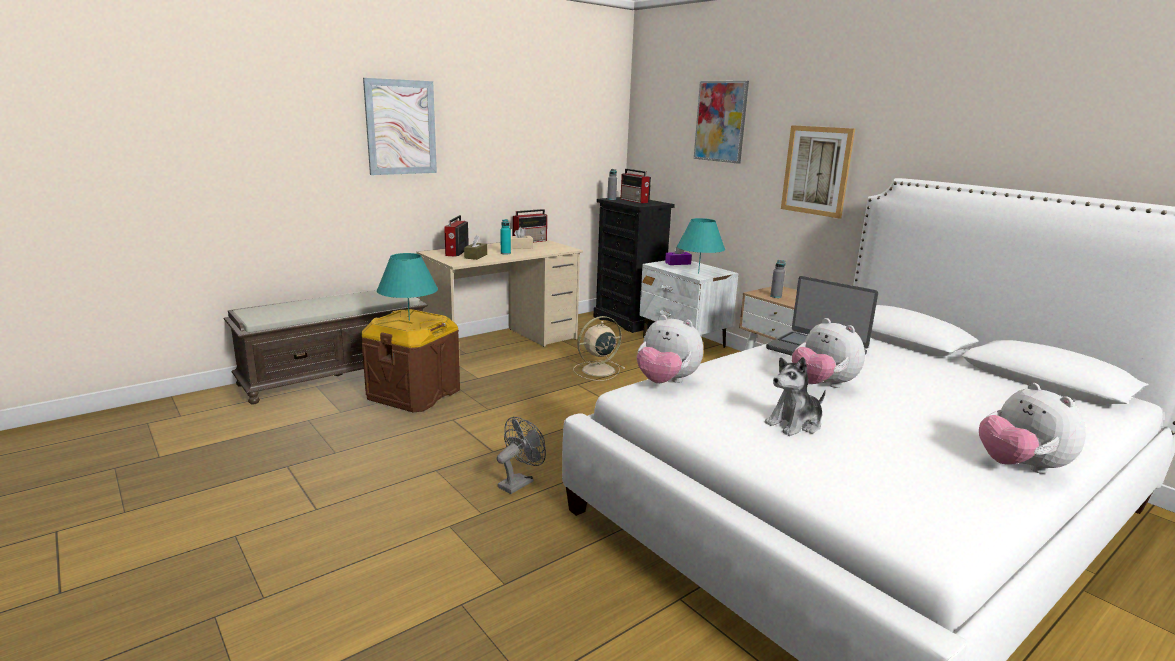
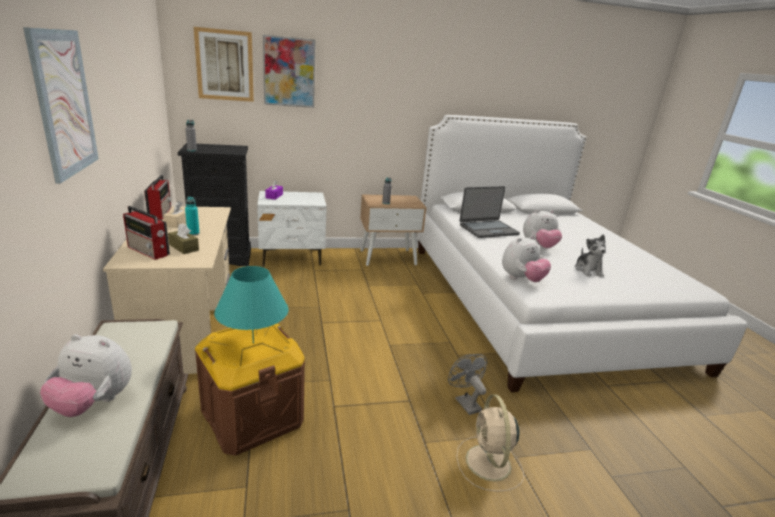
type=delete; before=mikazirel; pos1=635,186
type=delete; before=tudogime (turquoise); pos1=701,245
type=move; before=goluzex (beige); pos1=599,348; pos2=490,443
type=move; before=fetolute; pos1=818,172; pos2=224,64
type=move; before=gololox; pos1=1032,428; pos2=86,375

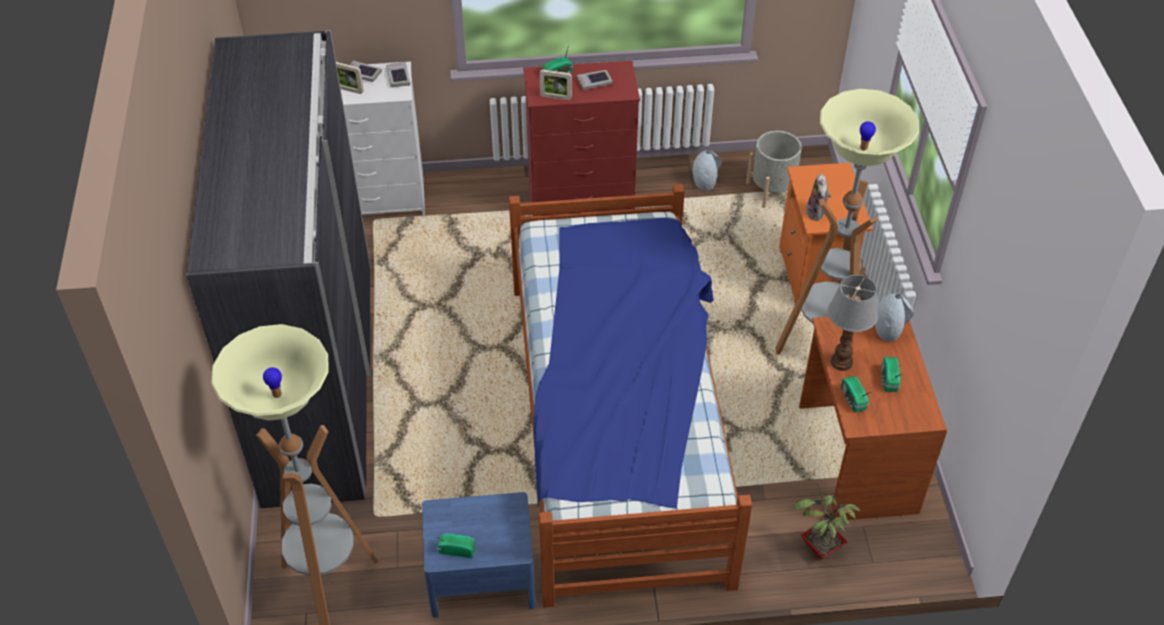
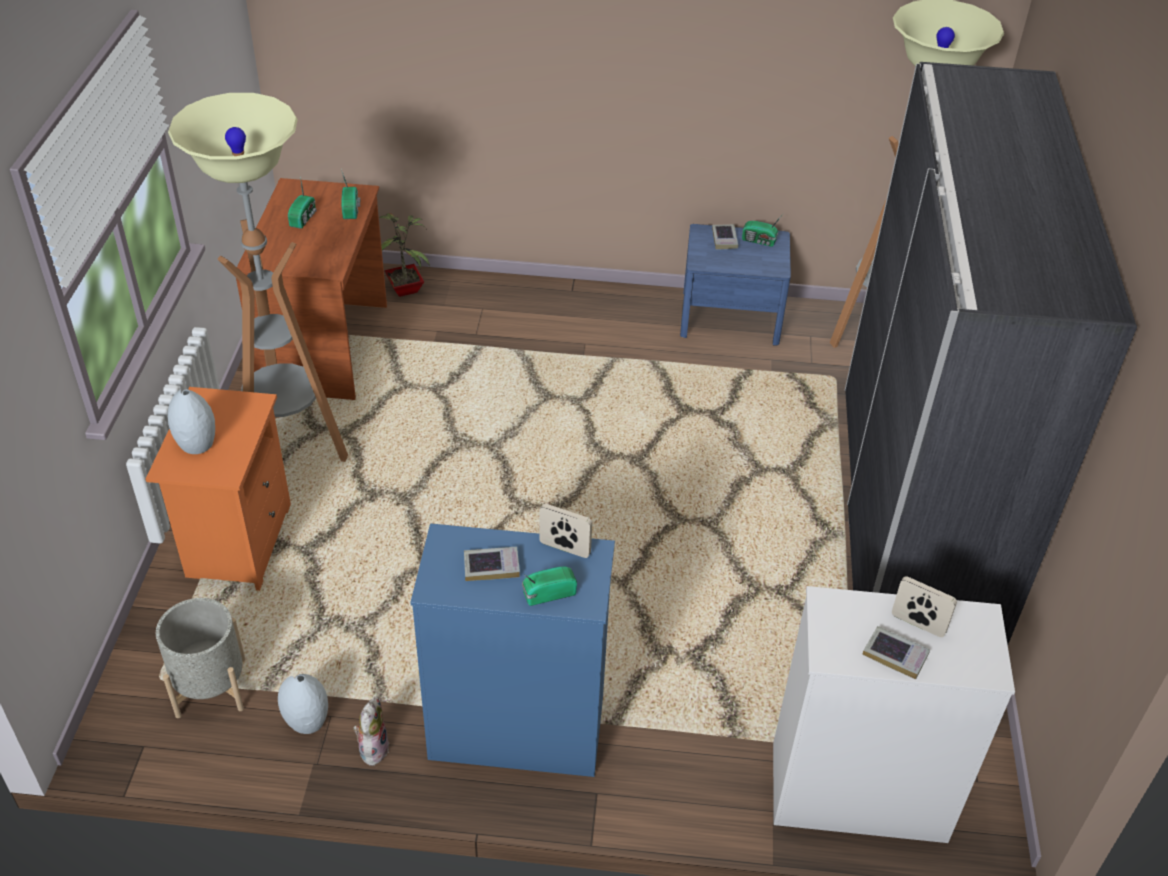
type=delete; before=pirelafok; pos1=630,395
type=delete; before=tudogime; pos1=853,323
type=move; before=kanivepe; pos1=398,74; pos2=725,236
type=move; before=gololox; pos1=819,197; pos2=371,731
type=move; before=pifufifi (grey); pos1=894,317; pos2=191,421
type=recolor; before=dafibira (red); after=dafibira (blue); pos1=581,138; pos2=512,650

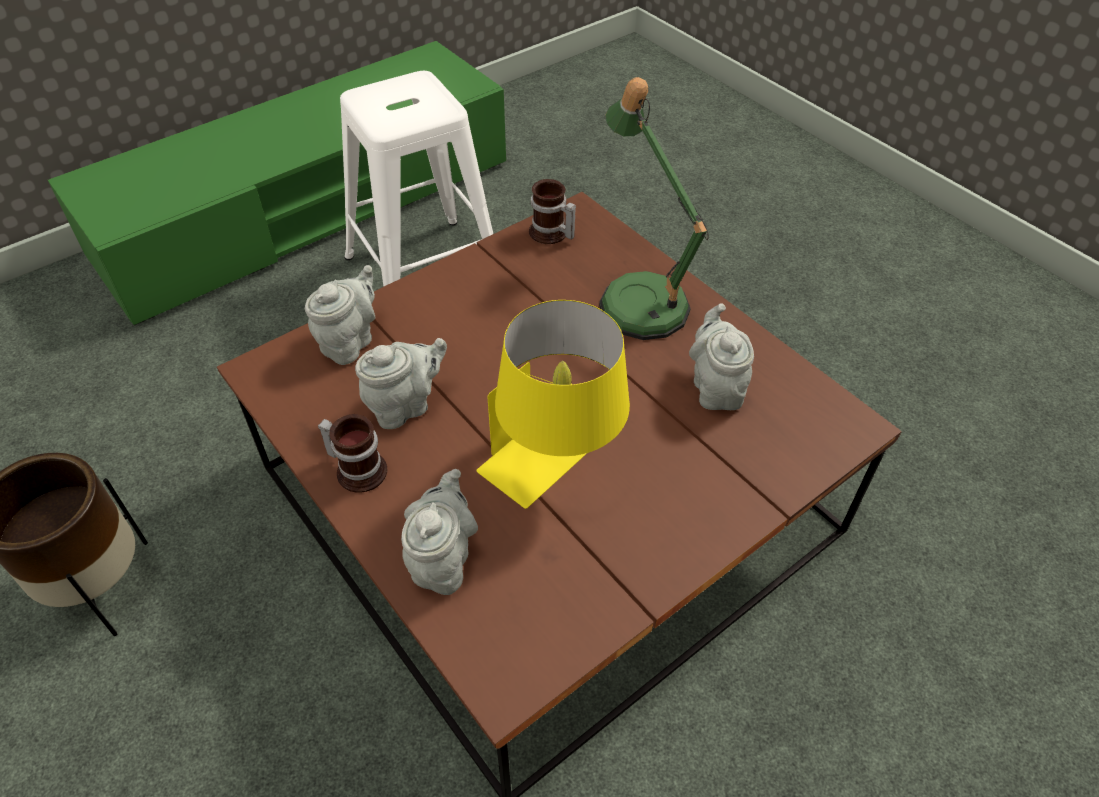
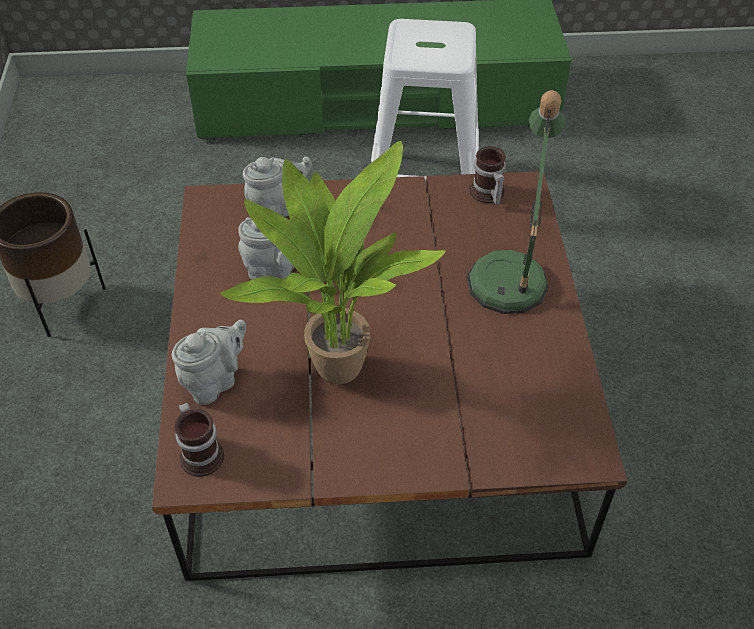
type=delete; before=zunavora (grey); pos1=721,356
type=move; before=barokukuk; pos1=352,453; pos2=199,440
type=replace; before=tudogime (yellow); after=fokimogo; pos1=553,404; pos2=332,263

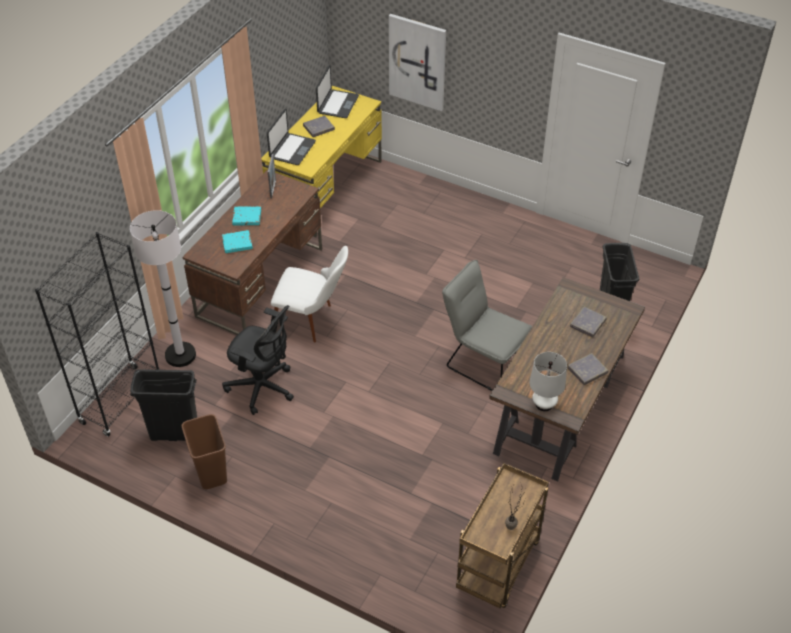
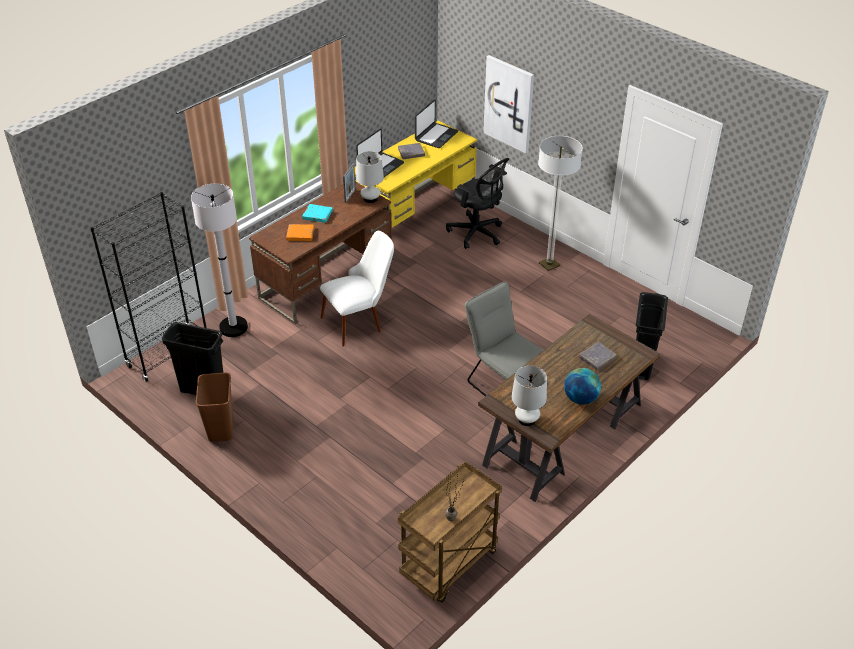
type=insert; after=tudogime (white); pos2=370,177
type=insert; after=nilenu; pos2=560,203
type=move; before=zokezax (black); pos1=258,360; pos2=478,203
type=replace; before=kanivepe (grey); after=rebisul; pos1=588,369; pos2=582,386
type=recolor; before=kanivepe (turquoise); after=kanivepe (orange); pos1=237,241; pos2=300,232
type=rotate; before=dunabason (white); pos1=309,294; pos2=357,288; turn=-60

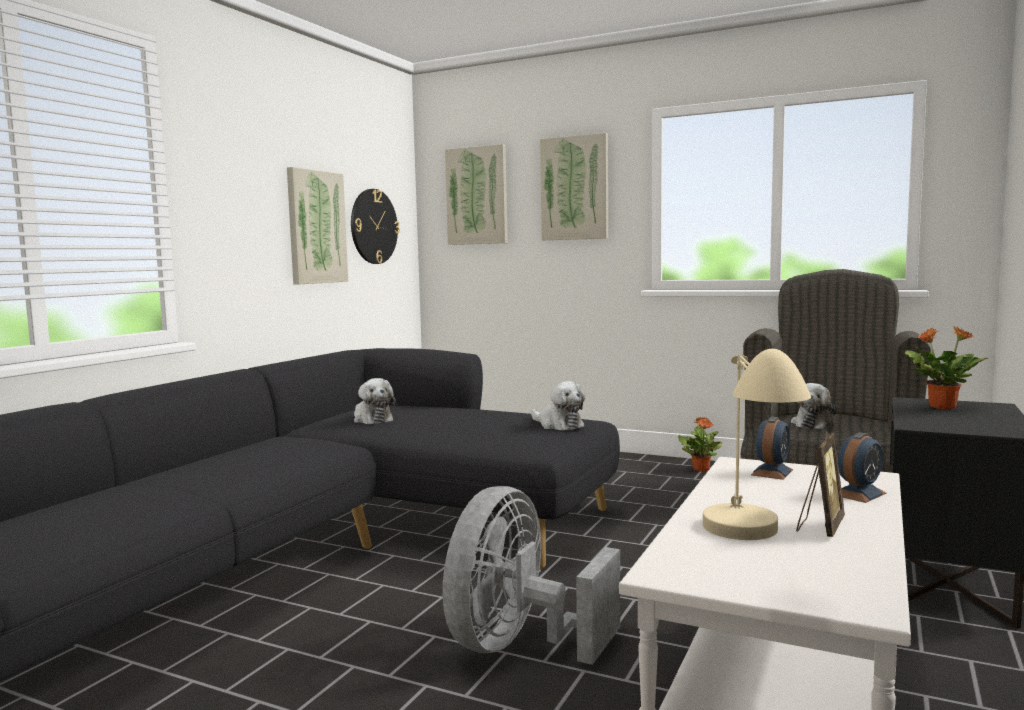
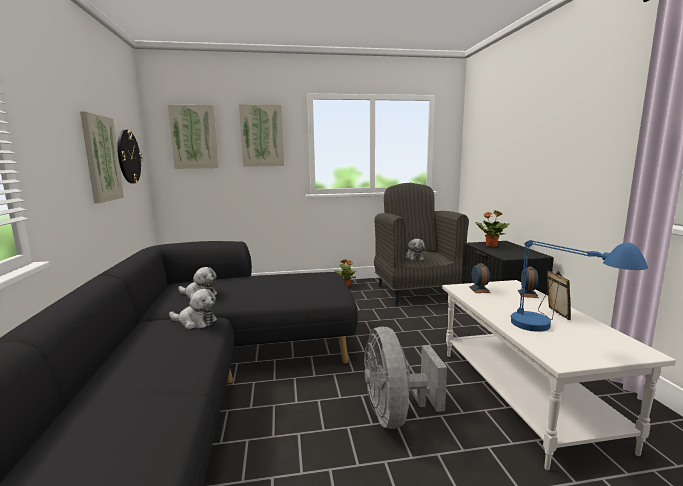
type=move; before=gololox; pos1=558,405; pos2=193,309
type=recolor; before=tudogime (beige); after=tudogime (blue); pos1=757,444; pos2=579,286

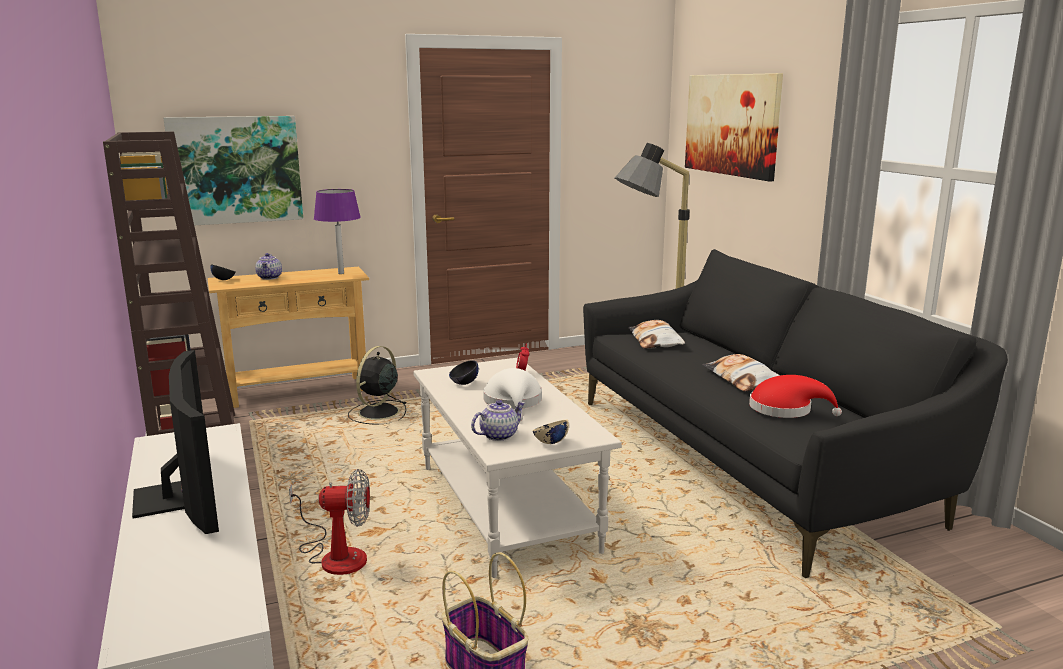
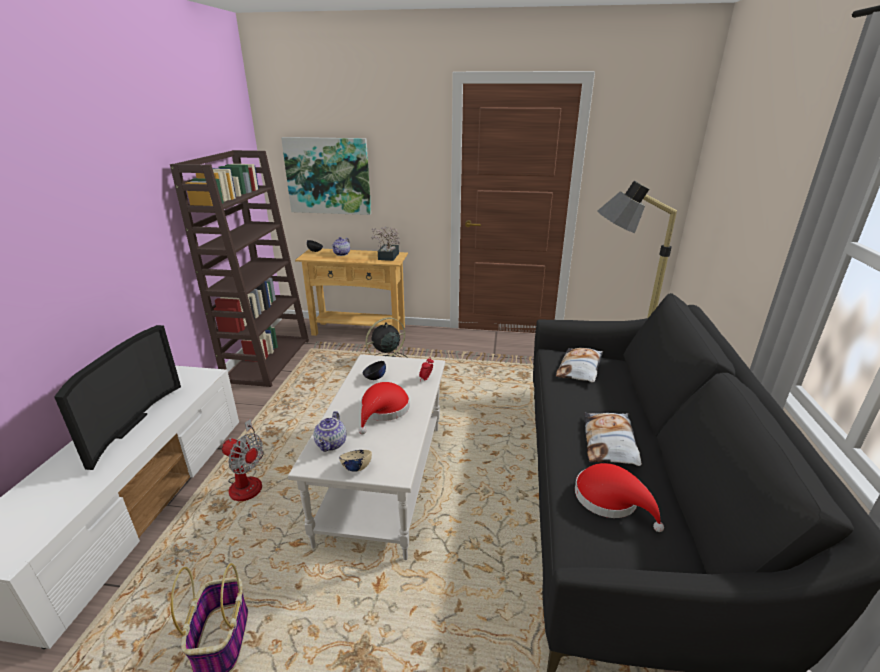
type=delete; before=fetolute; pos1=734,127
type=replace; before=tudogime (purple); after=fokimogo; pos1=337,231; pos2=385,244
type=recolor; before=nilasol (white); after=nilasol (red); pos1=512,394; pos2=384,408
type=rotate; before=zunavora; pos1=498,420; pos2=330,431; turn=105

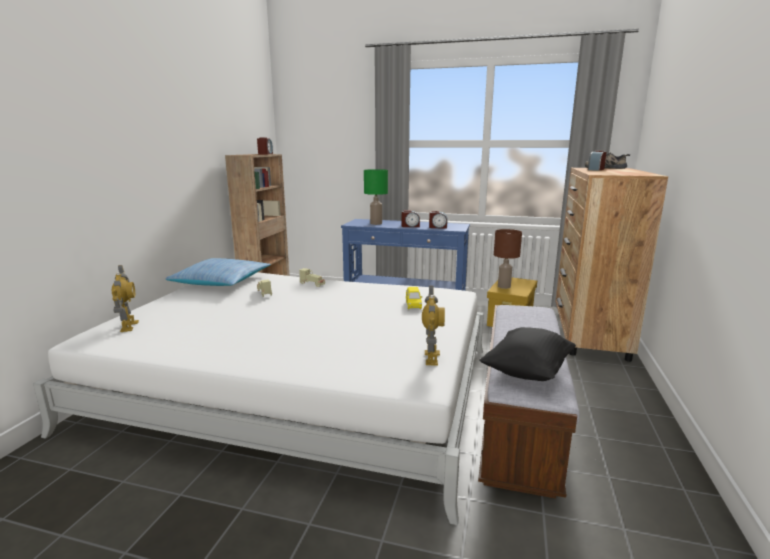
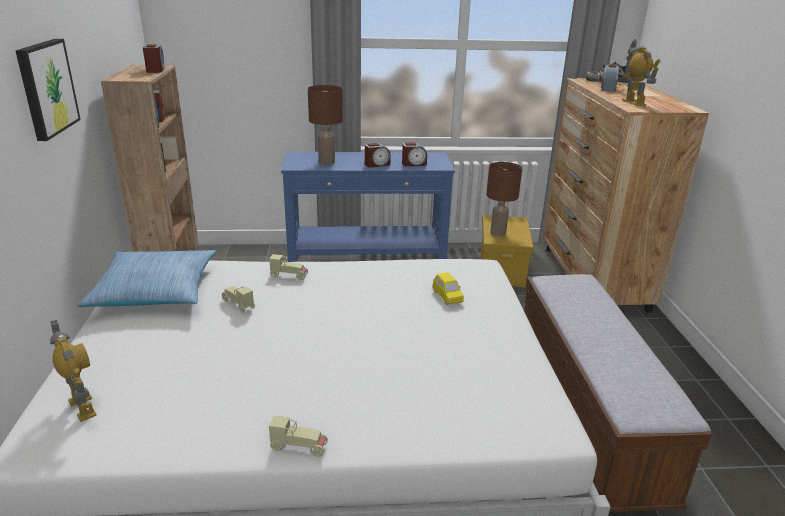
type=delete; before=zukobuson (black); pos1=527,354
type=insert; after=fetolute; pos2=48,90
type=insert; after=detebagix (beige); pos2=298,436
type=move; before=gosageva; pos1=433,326; pos2=641,72
type=recolor; before=tudogime (green); after=tudogime (brown); pos1=376,197; pos2=325,125

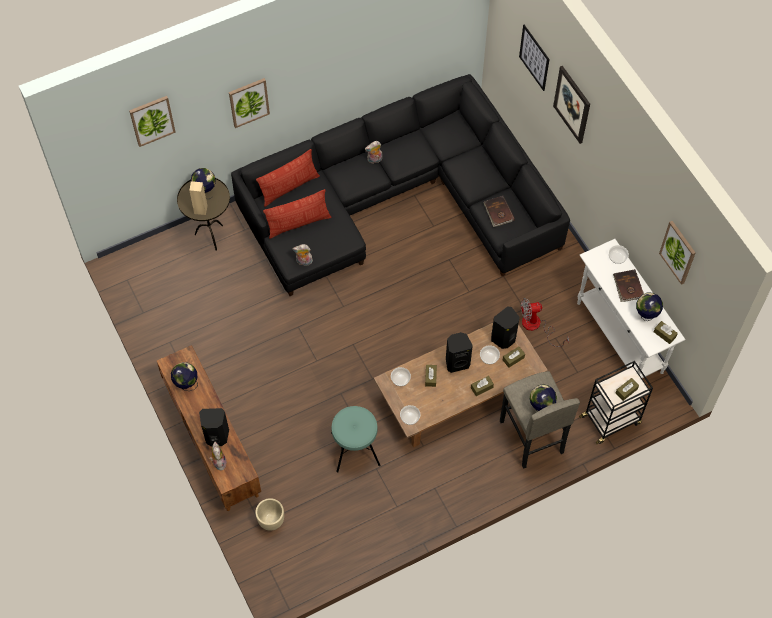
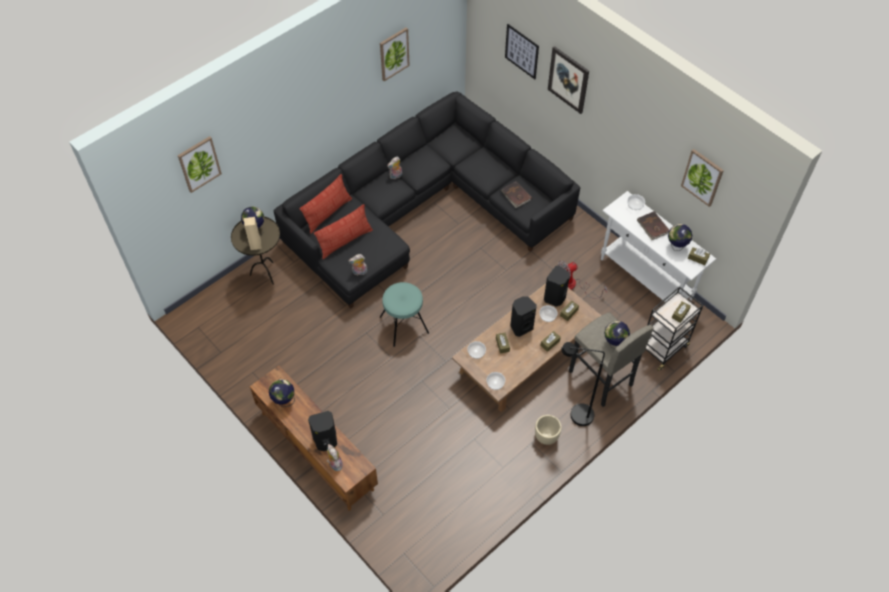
type=insert; after=nilenu (black); pos2=583,384
type=move; before=fetolute; pos1=249,103; pos2=395,54
type=move; before=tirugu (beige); pos1=269,514; pos2=548,430
type=move; before=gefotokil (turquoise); pos1=356,439; pos2=404,314

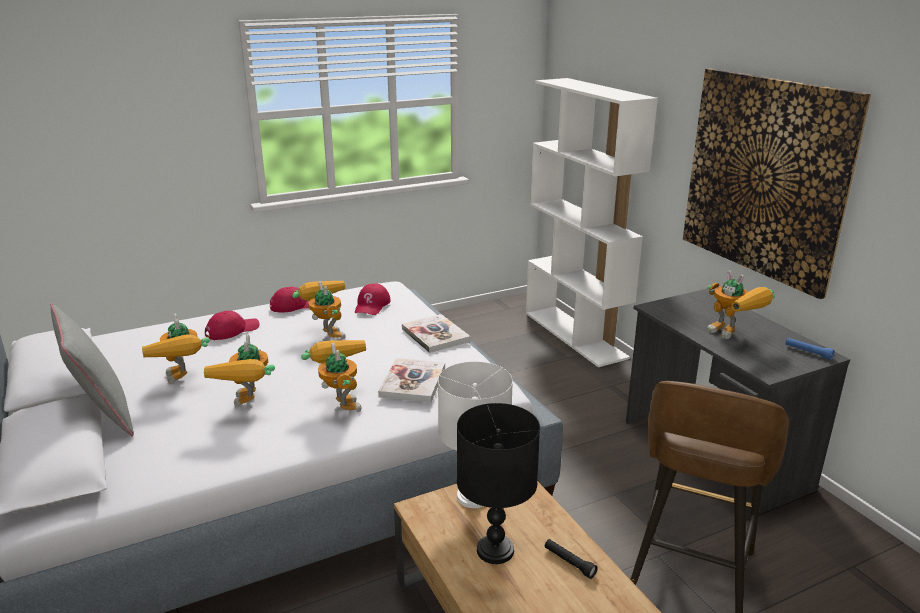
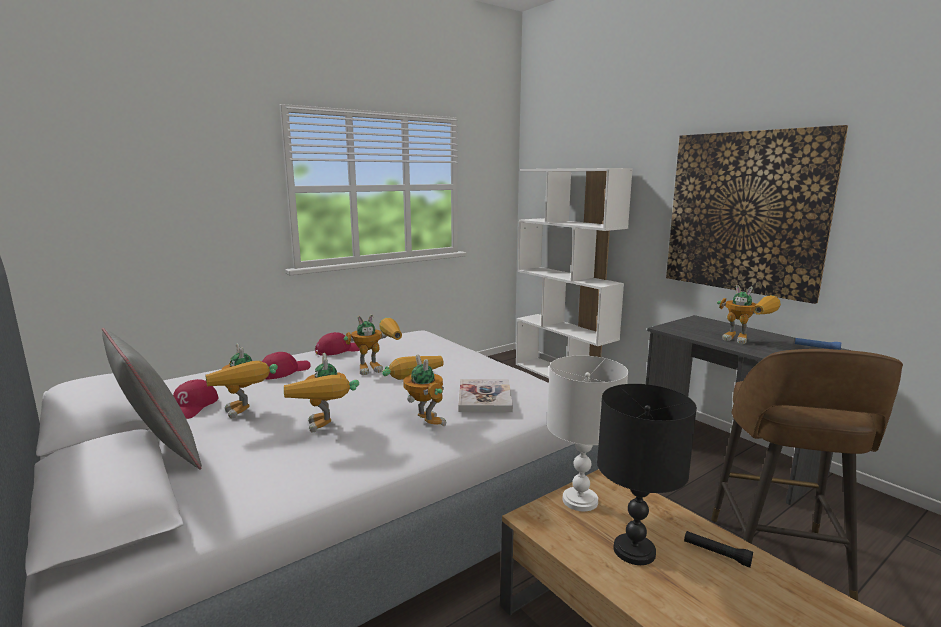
type=delete; before=kanivepe; pos1=436,333
type=move; before=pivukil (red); pos1=373,299; pos2=195,399
type=rotate; before=gosageva; pos1=319,309; pos2=372,344; turn=105

